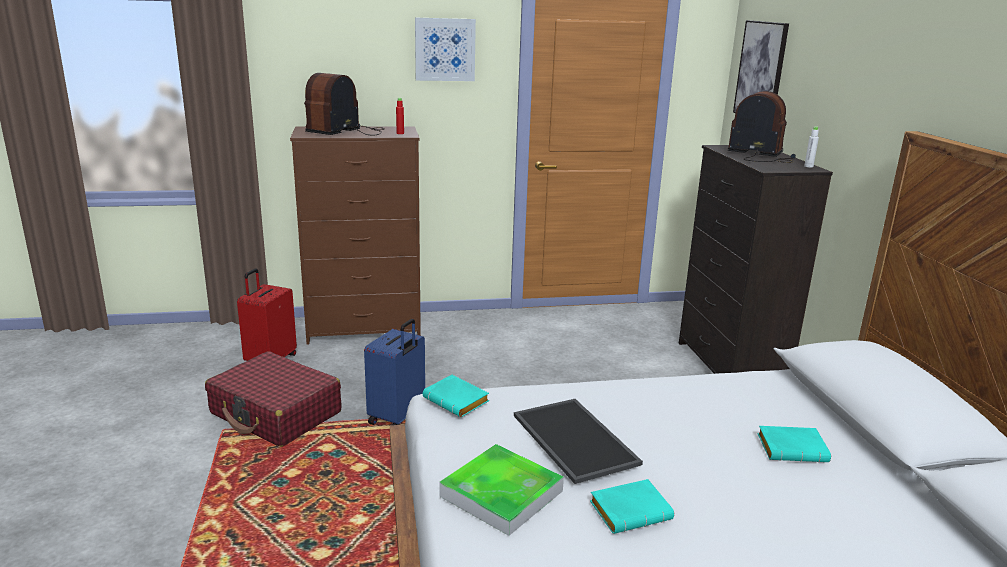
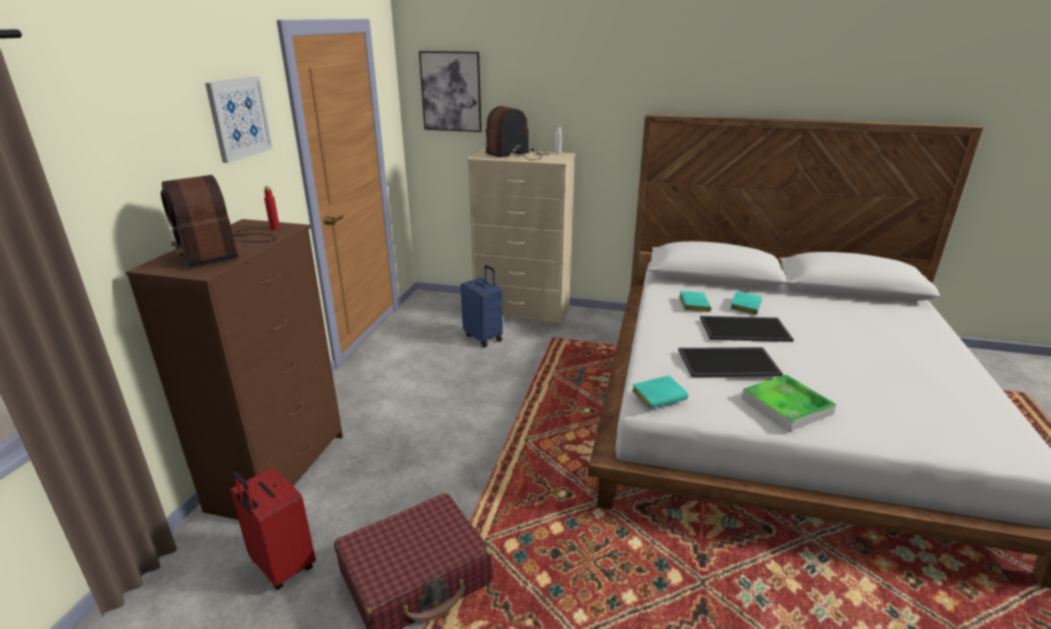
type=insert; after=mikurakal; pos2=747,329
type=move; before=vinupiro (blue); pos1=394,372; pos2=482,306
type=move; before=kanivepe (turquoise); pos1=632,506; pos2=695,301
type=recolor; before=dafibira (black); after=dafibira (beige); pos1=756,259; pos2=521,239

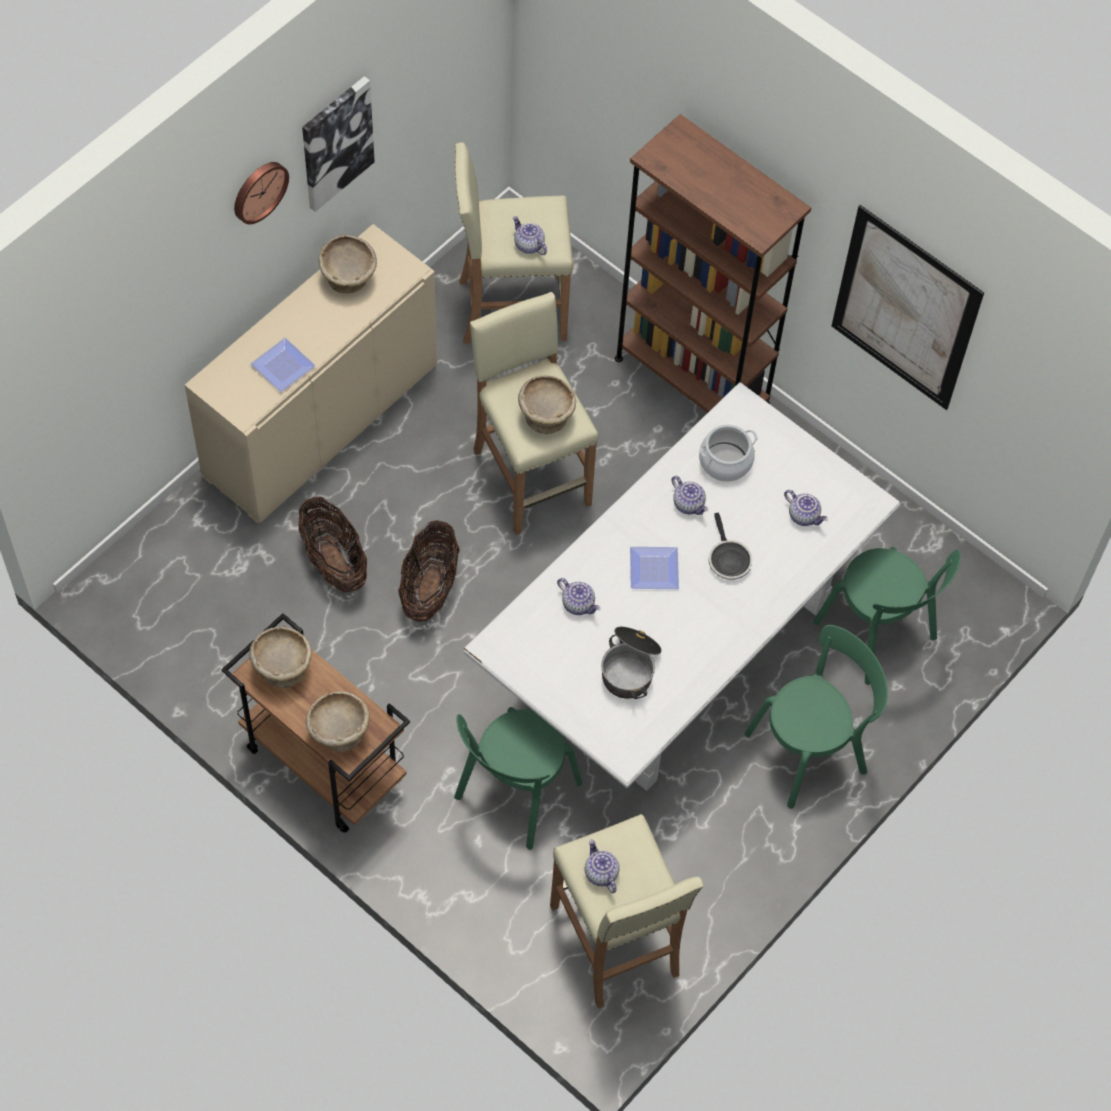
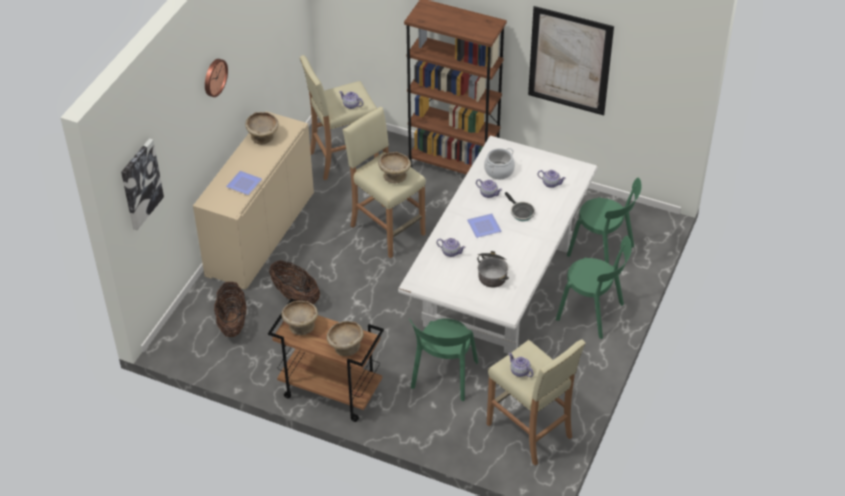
type=move; before=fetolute; pos1=338,144; pos2=142,184
type=move; before=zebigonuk; pos1=429,571; pos2=230,309
type=rotate; before=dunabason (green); pos1=816,717; pos2=594,287; turn=75

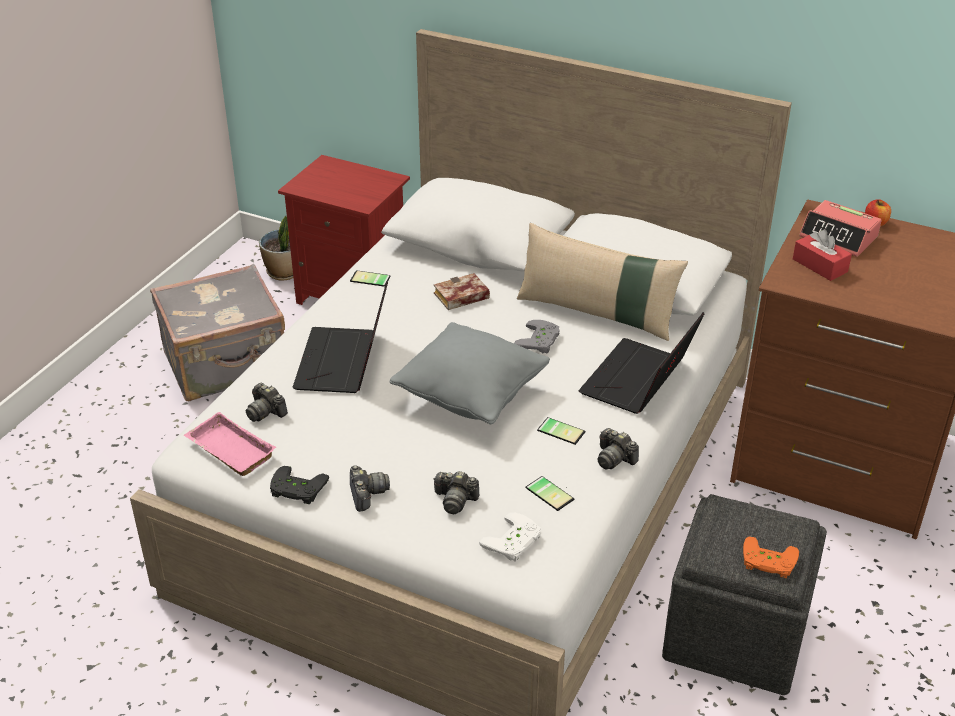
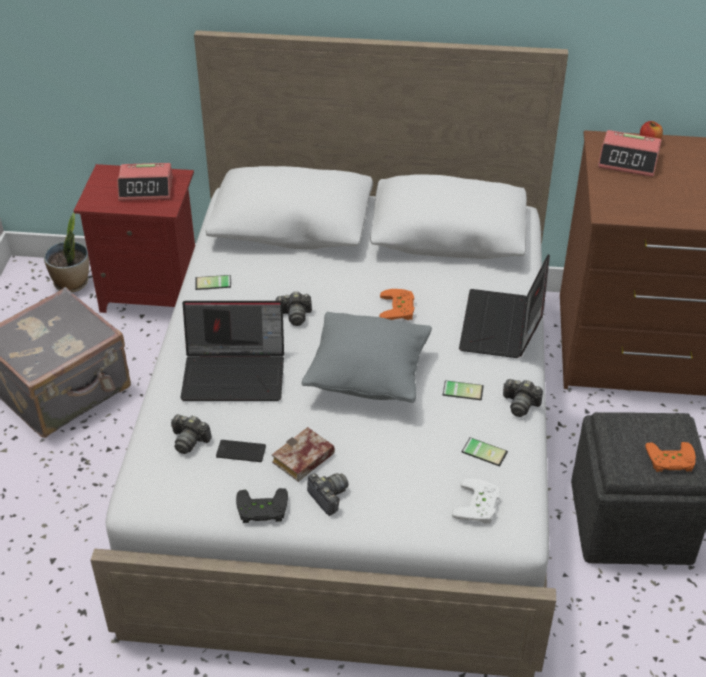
type=delete; before=mikurakal (pink); pos1=230,444
type=delete; before=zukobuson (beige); pos1=602,282
type=delete; before=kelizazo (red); pos1=822,255
type=insert; after=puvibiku; pos2=144,182
type=insert; after=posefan; pos2=241,451
type=move; before=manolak; pos1=456,492; pos2=293,309
type=move; before=kanivepe; pos1=462,291; pos2=303,454
type=recolor; before=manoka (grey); after=manoka (orange); pos1=537,337; pos2=396,304
type=rotate; before=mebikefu; pos1=340,337; pos2=232,351; turn=-75

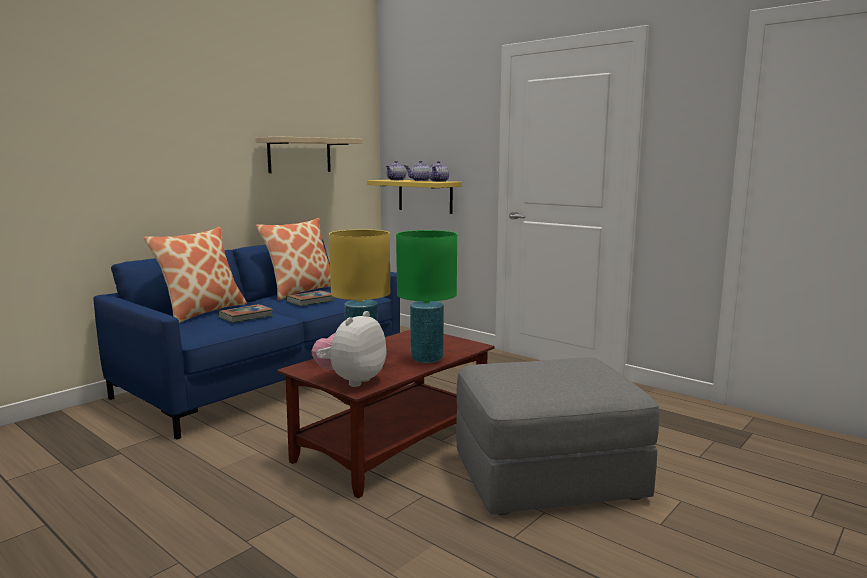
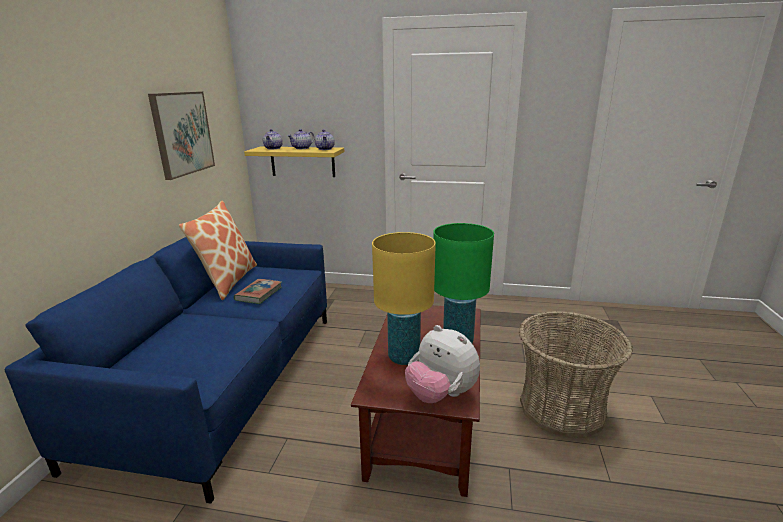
type=delete; before=zukobuson; pos1=195,275
type=delete; before=kanivepe; pos1=245,313
type=replace; before=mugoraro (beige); after=fetolute; pos1=309,154; pos2=181,136
type=replace; before=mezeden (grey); after=zebigonuk; pos1=557,436; pos2=576,374
type=rotate; before=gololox; pos1=348,349; pos2=442,364; turn=-45

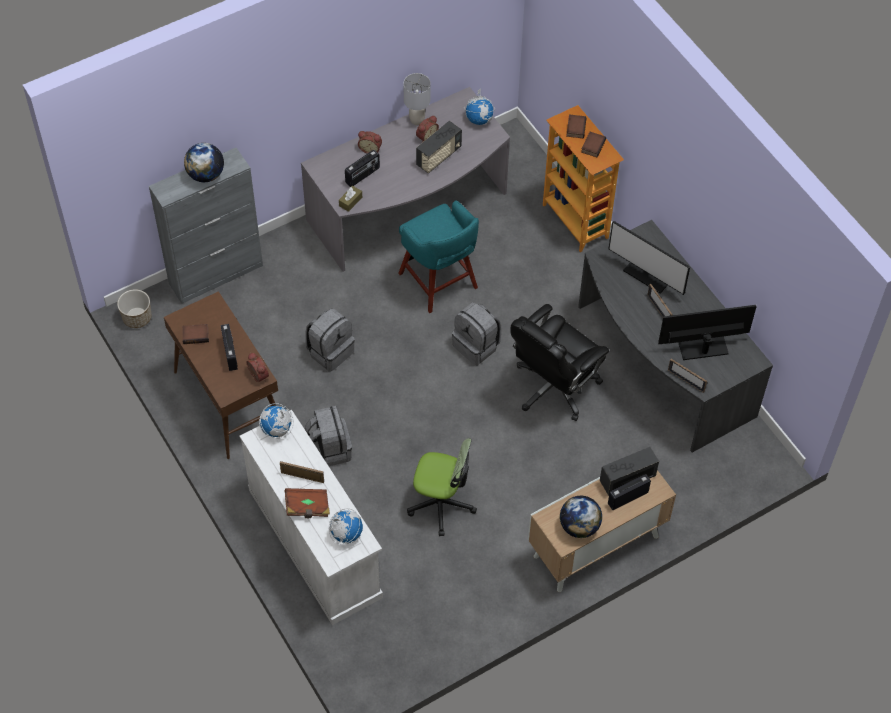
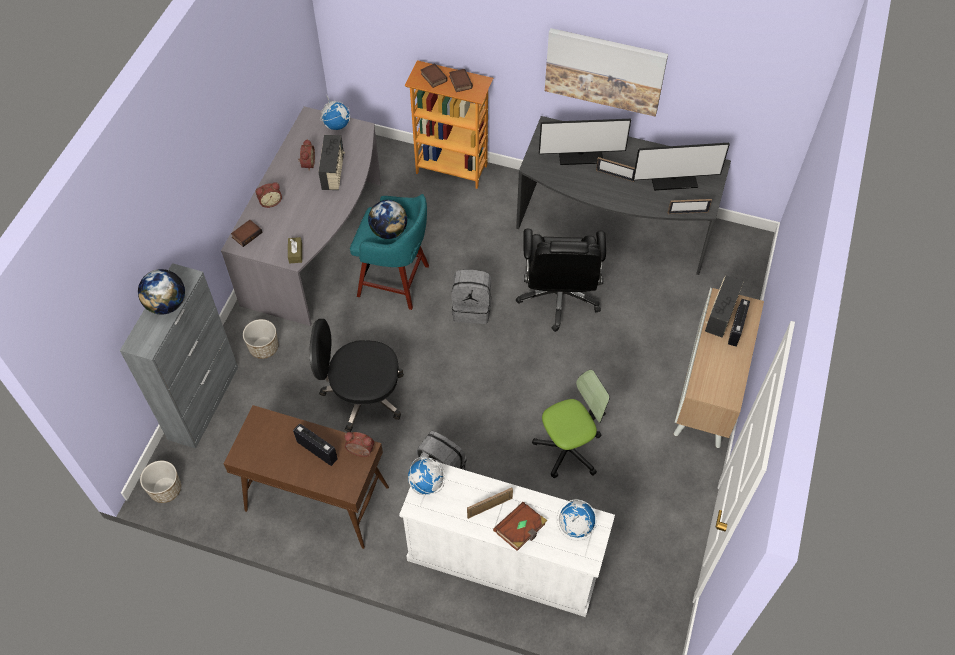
type=delete; before=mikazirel; pos1=362,168
type=delete; before=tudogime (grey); pos1=416,99
type=insert; after=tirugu; pos2=260,339
type=insert; after=fetolute; pos2=606,72
type=move; before=kanivepe; pos1=195,334; pos2=246,233
type=move; before=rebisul; pos1=581,517; pos2=387,219
type=replace; before=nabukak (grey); after=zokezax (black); pos1=330,340; pos2=356,375
type=rotate; before=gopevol; pos1=707,332; pos2=681,167; turn=-135

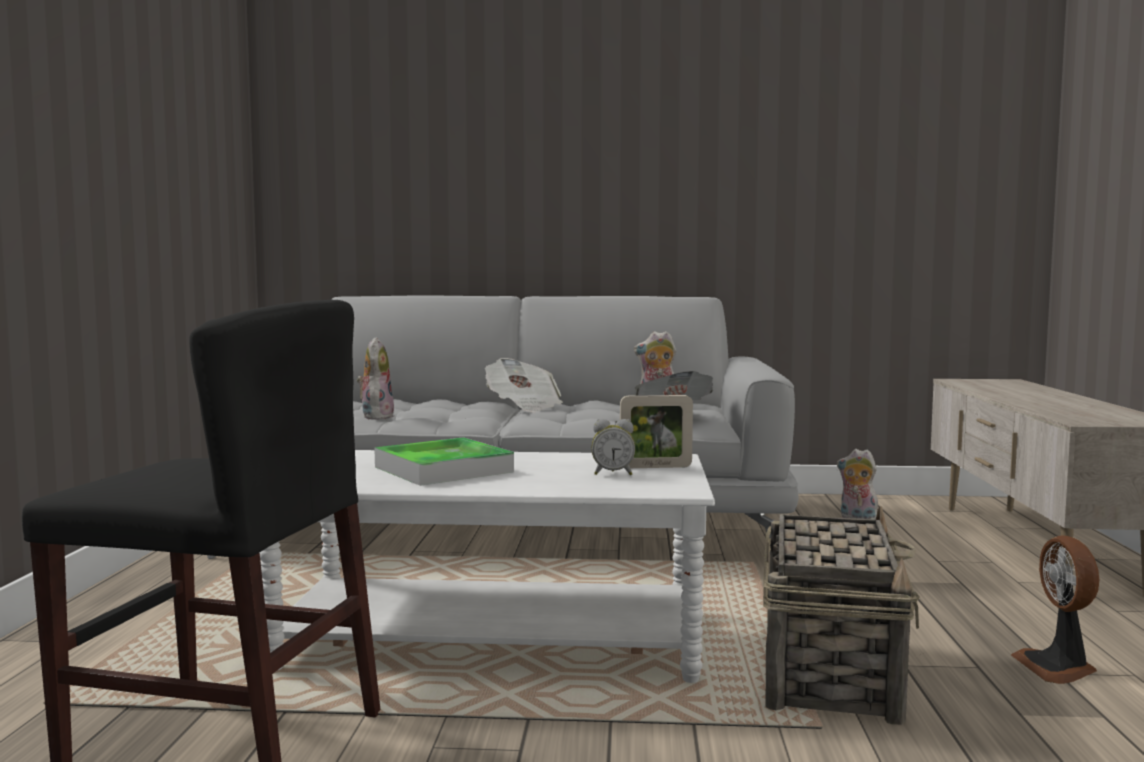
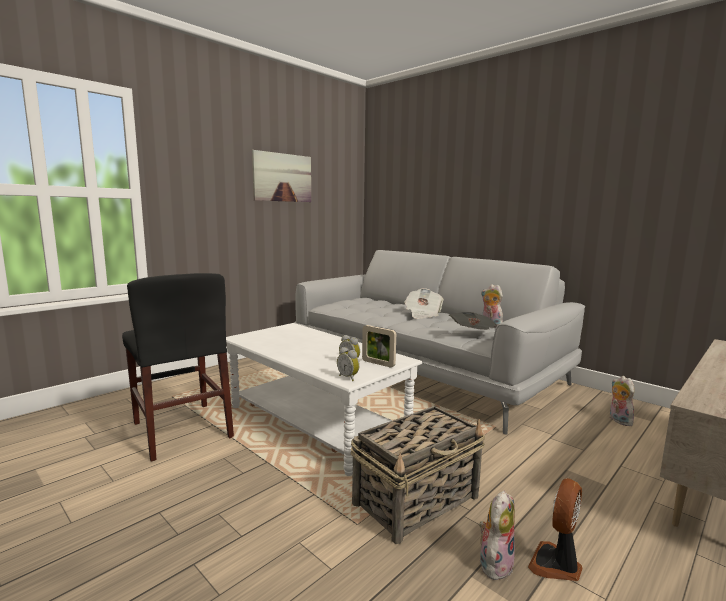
type=delete; before=mikurakal; pos1=444,461
type=insert; after=fetolute; pos2=281,176
type=insert; after=puvibiku; pos2=348,364
type=move; before=gololox; pos1=375,378; pos2=497,535

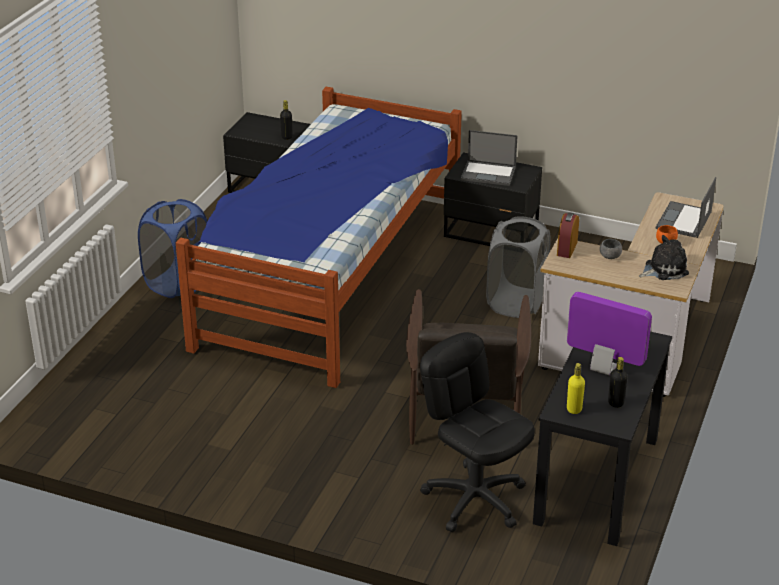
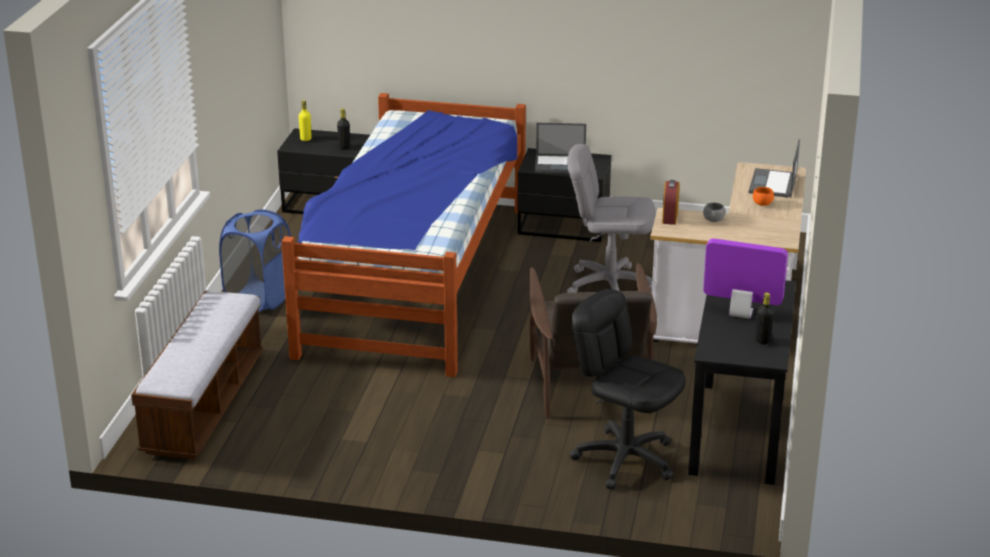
type=delete; before=gololox; pos1=664,257
type=insert; after=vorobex; pos2=197,375
type=move; before=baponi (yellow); pos1=576,388; pos2=305,120
type=replace; before=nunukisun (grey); after=zokezax (grey); pos1=518,267; pos2=611,218

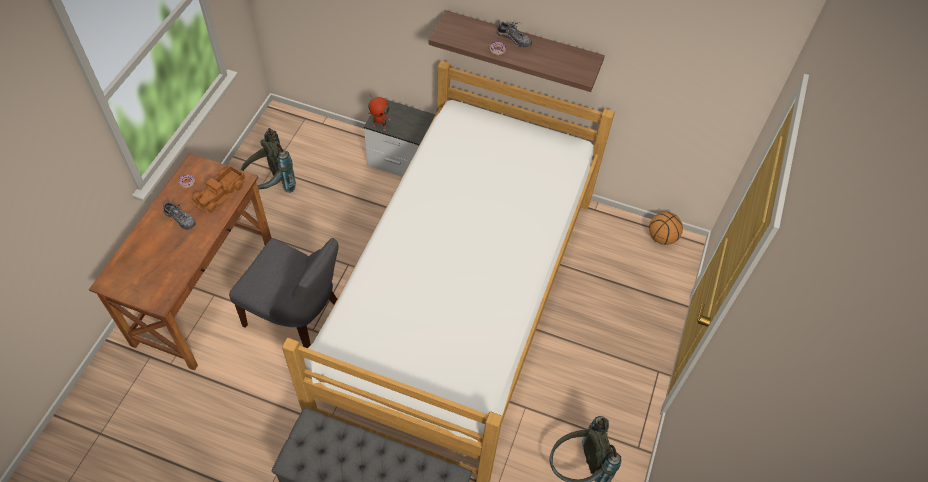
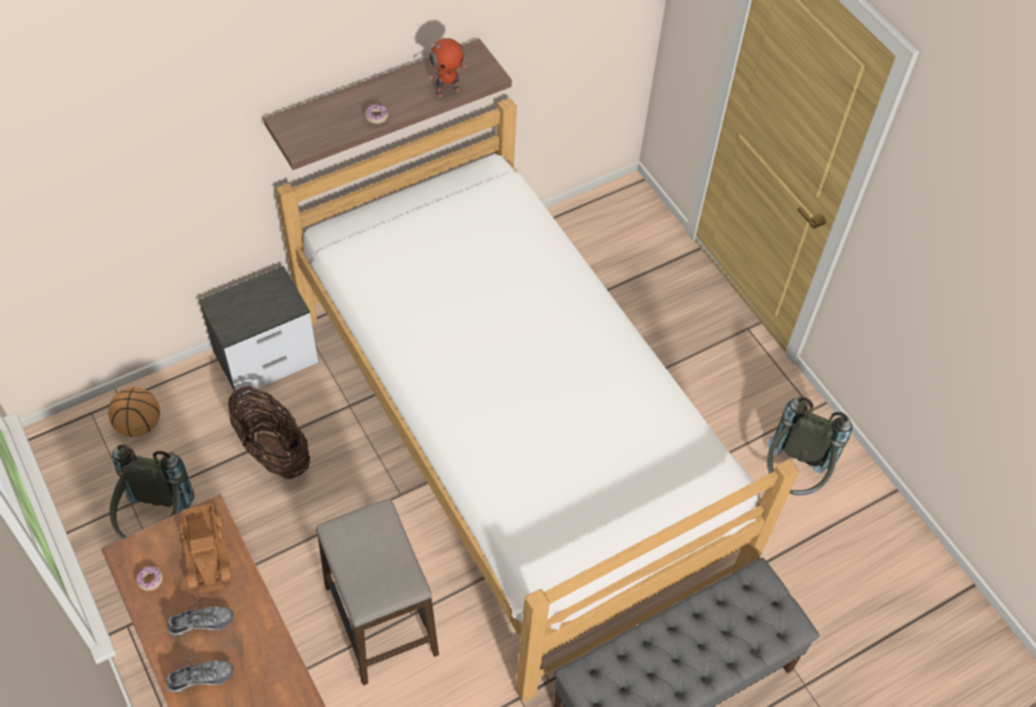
type=insert; after=zebigonuk; pos2=269,433
type=move; before=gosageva; pos1=379,112; pos2=447,67
type=move; before=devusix; pos1=514,34; pos2=199,673
type=move; before=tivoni; pos1=666,228; pos2=134,412
type=replace; before=dunabason (grey); after=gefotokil; pos1=284,293; pos2=377,592

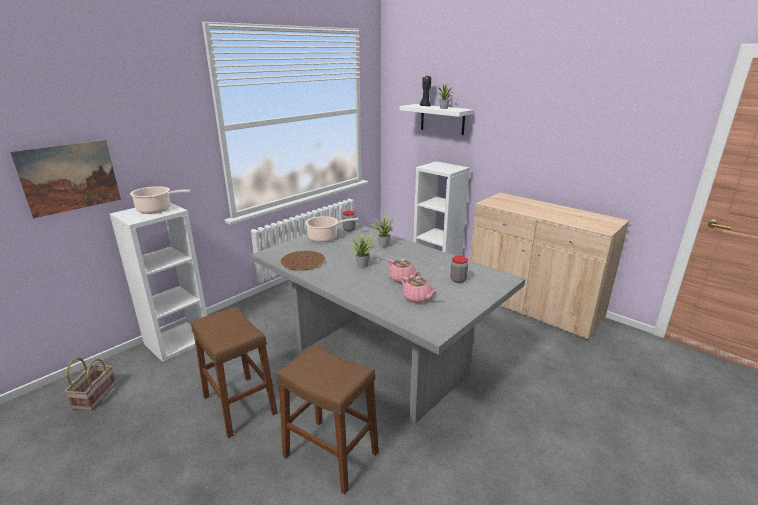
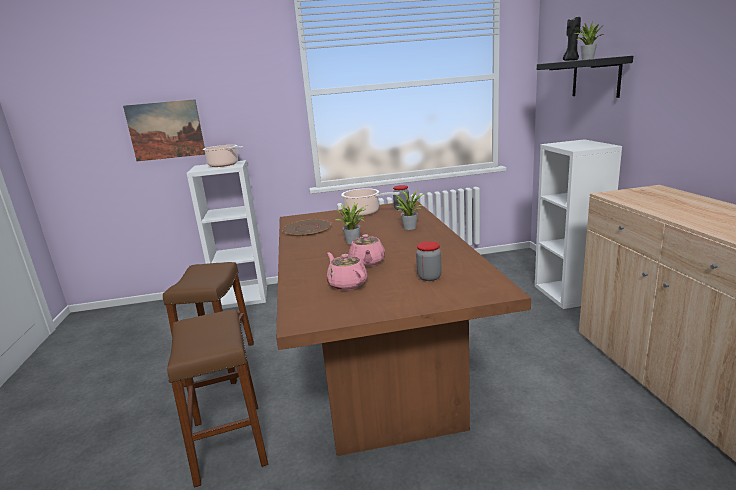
type=delete; before=zebigonuk; pos1=91,384
type=recolor; before=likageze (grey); after=likageze (brown); pos1=388,323; pos2=403,328
type=recolor; before=mugoraro (white); after=mugoraro (black); pos1=437,119; pos2=585,77
type=rotate; before=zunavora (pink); pos1=419,289; pos2=347,271; turn=150

